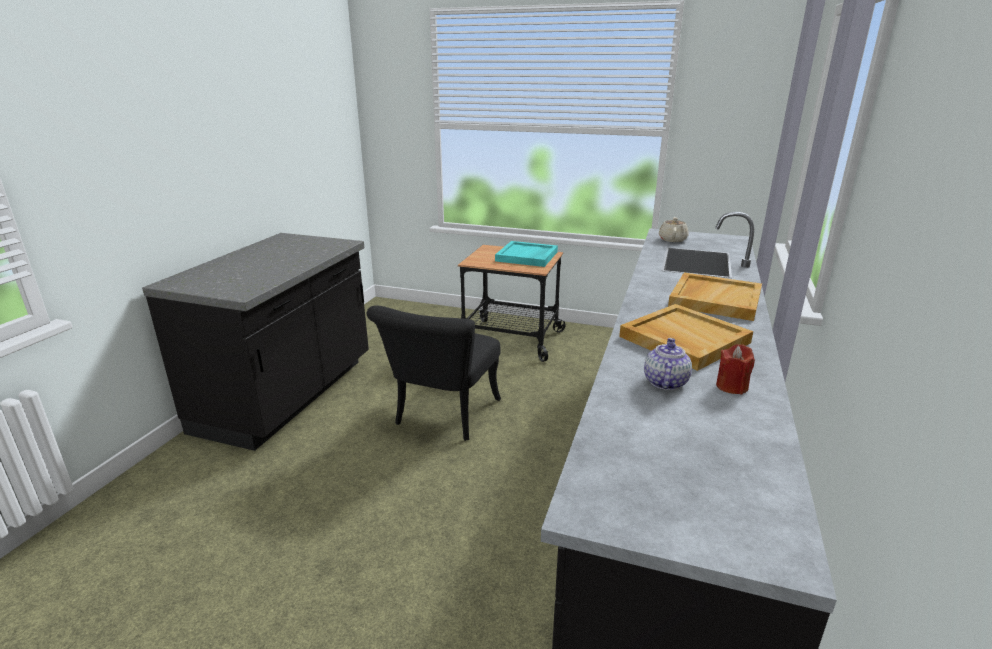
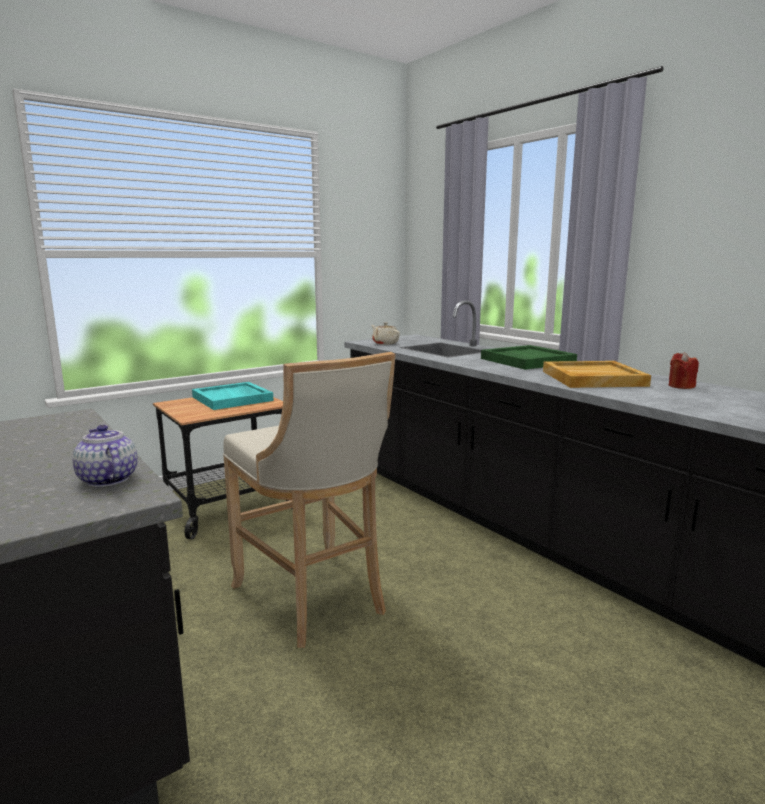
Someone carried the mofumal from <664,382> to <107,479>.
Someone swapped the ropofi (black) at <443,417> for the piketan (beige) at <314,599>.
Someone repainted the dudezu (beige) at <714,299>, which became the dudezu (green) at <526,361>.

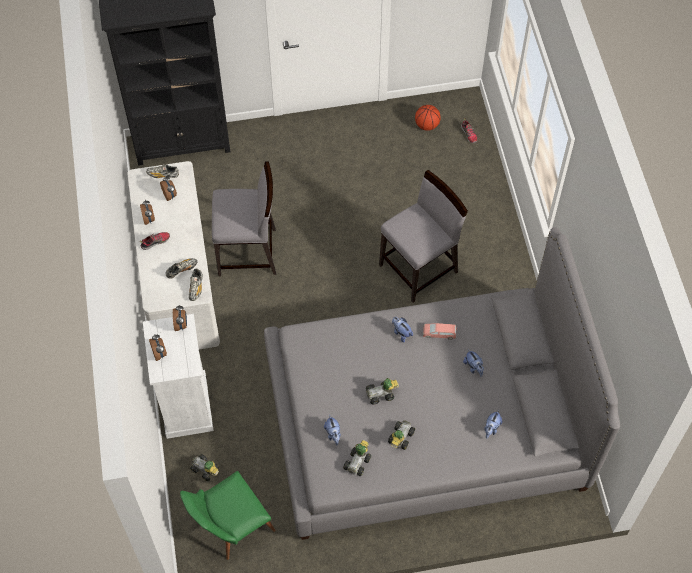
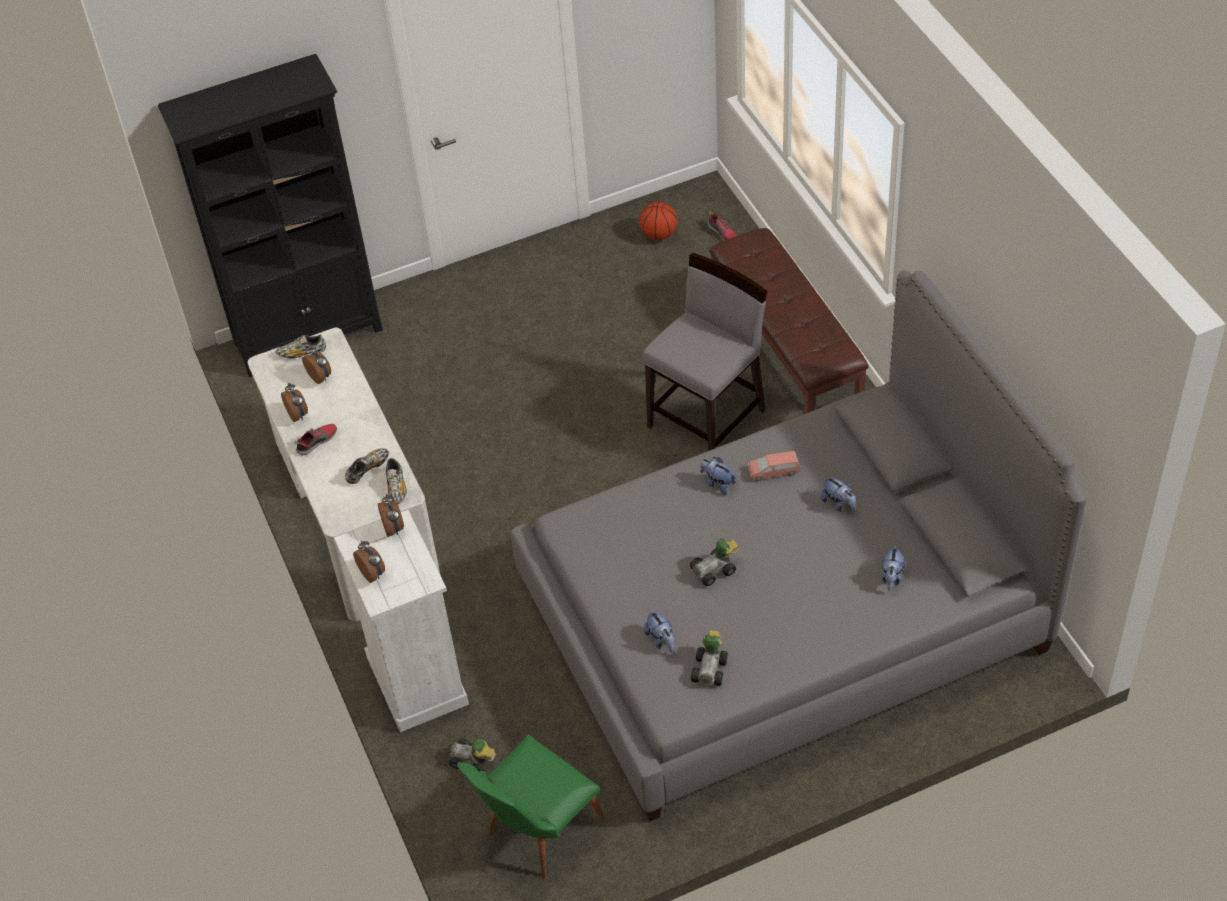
Someone put down the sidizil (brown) at <787,356>.
Someone took away the ropofi (grey) at <248,253>.
Someone took away the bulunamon at <400,438>.

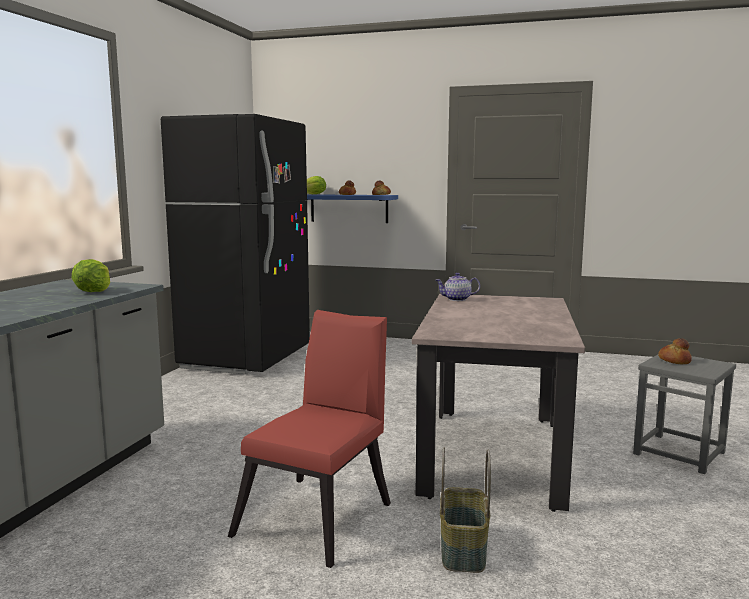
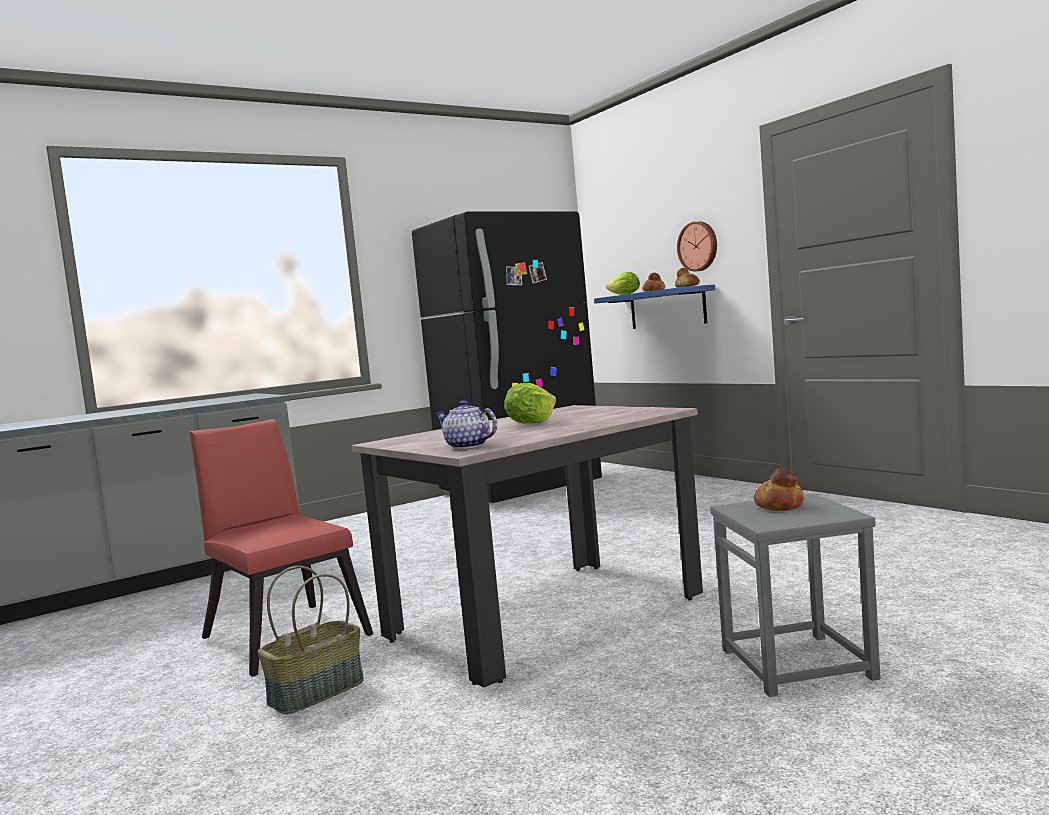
Someone rotated the ropofi (red) at <321,515> by 105 degrees counterclockwise.
Someone carried the mofumal from <457,299> to <466,446>.
Someone carried the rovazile from <93,291> to <531,423>.
Someone put up the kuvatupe at <698,246>.

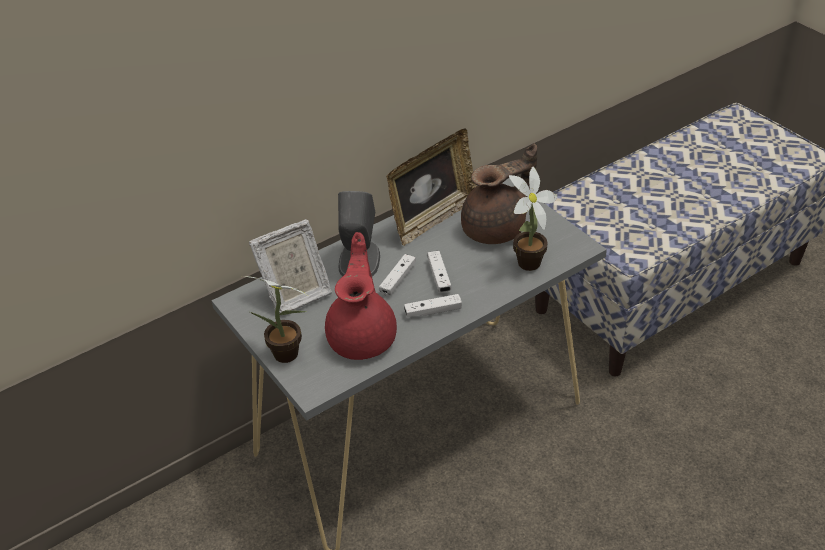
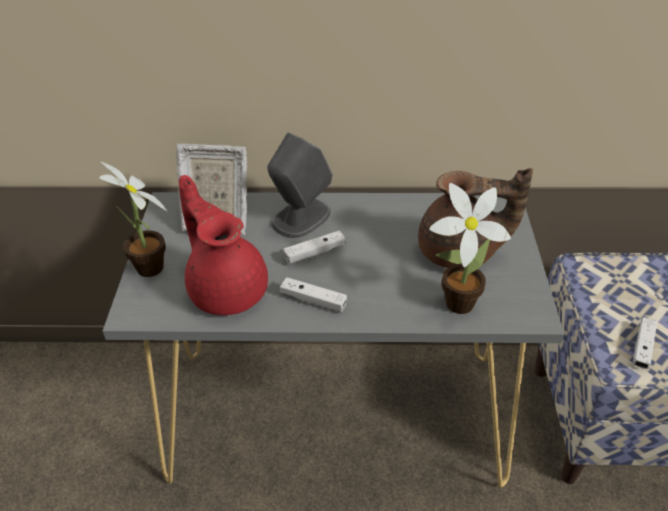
Someone rotated the mofumal (red) at <363,336> by 75 degrees counterclockwise.
Someone carried the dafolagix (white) from <439,277> to <642,348>.
Someone took away the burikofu at <433,218>.

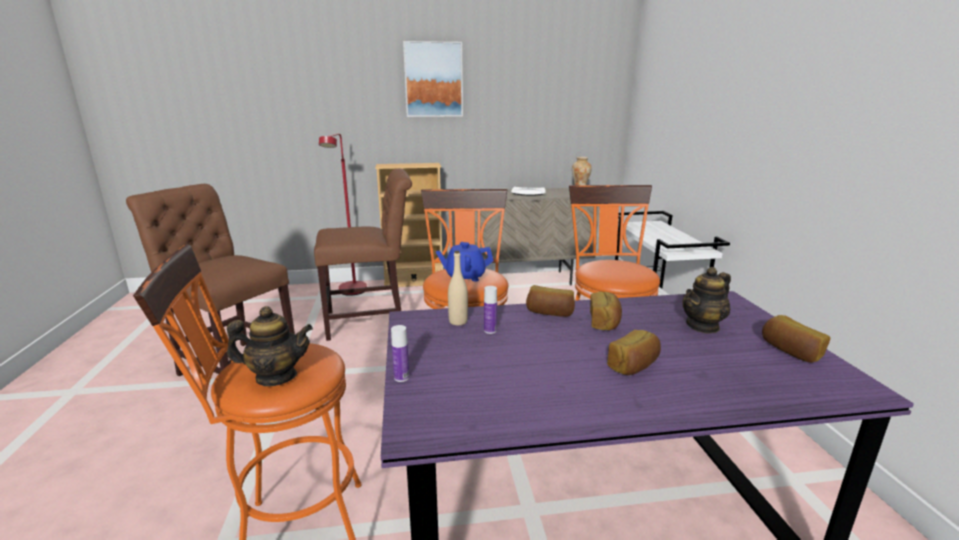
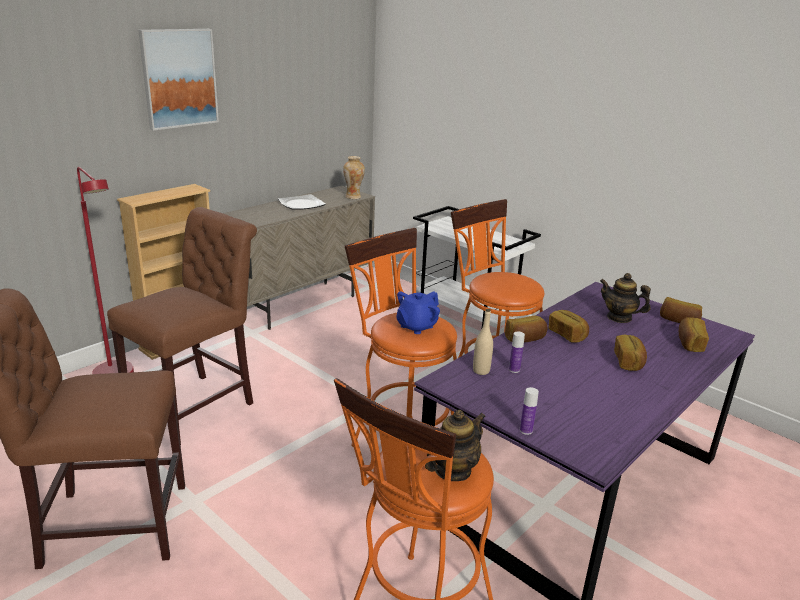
Someone rotated the mofumal at <703,326> by 105 degrees clockwise.
Someone put down the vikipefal at <689,343>.

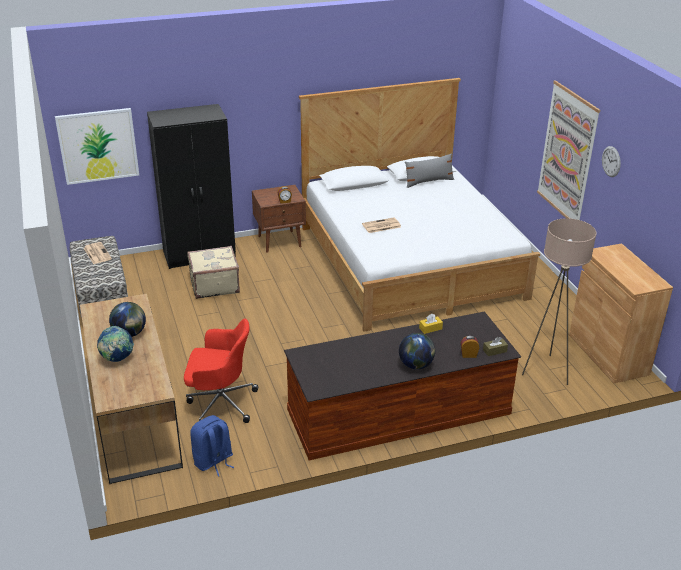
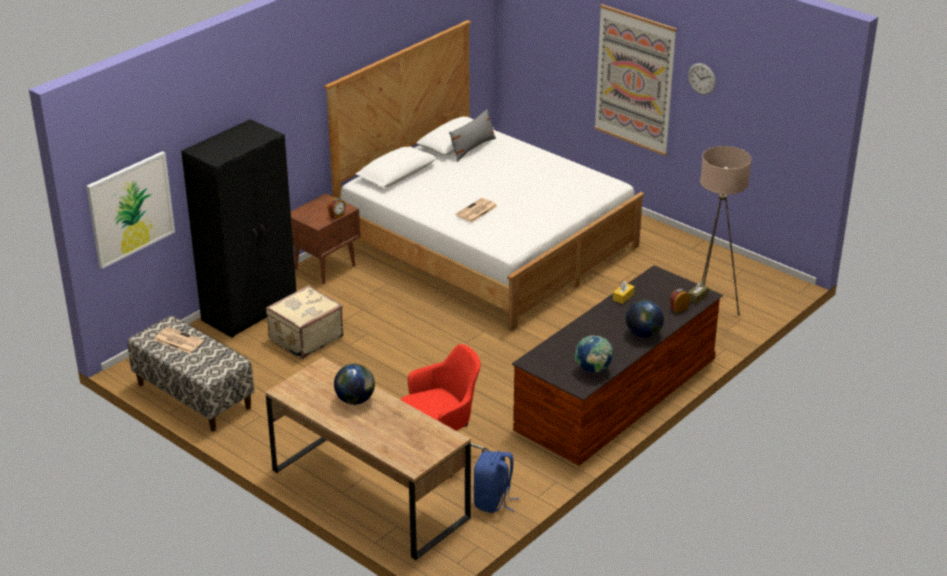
Someone carried the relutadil from <117,359> to <593,370>.
Someone took away the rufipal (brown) at <608,354>.

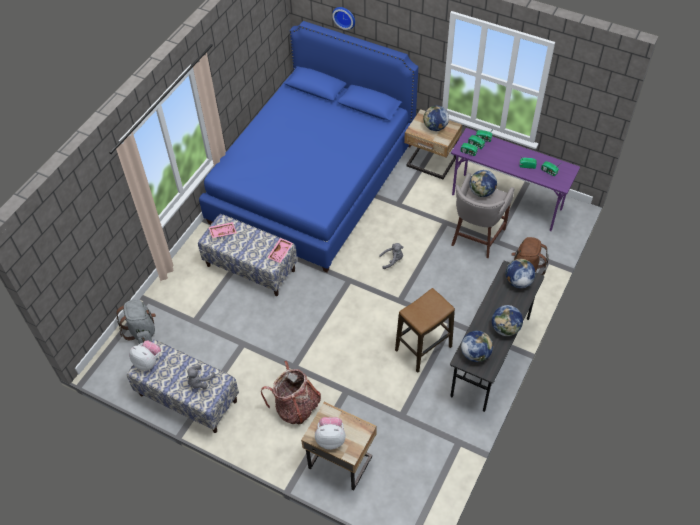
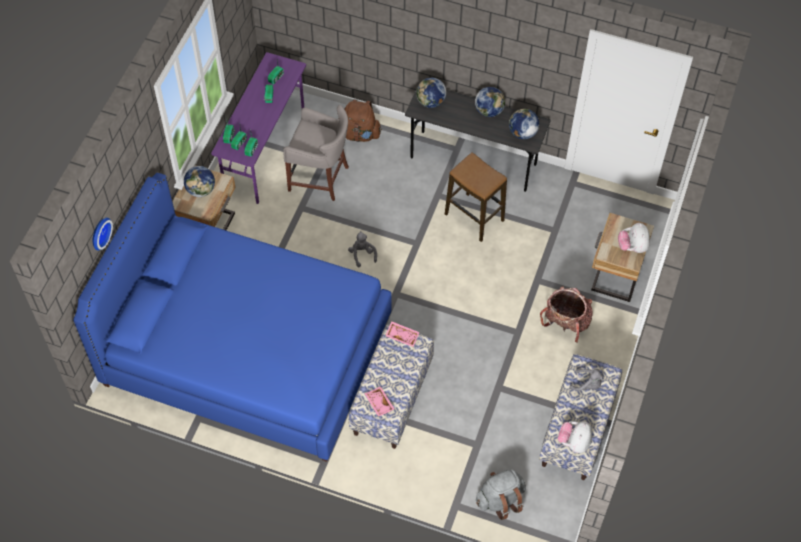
Someone took away the relutadil at <482,192>.

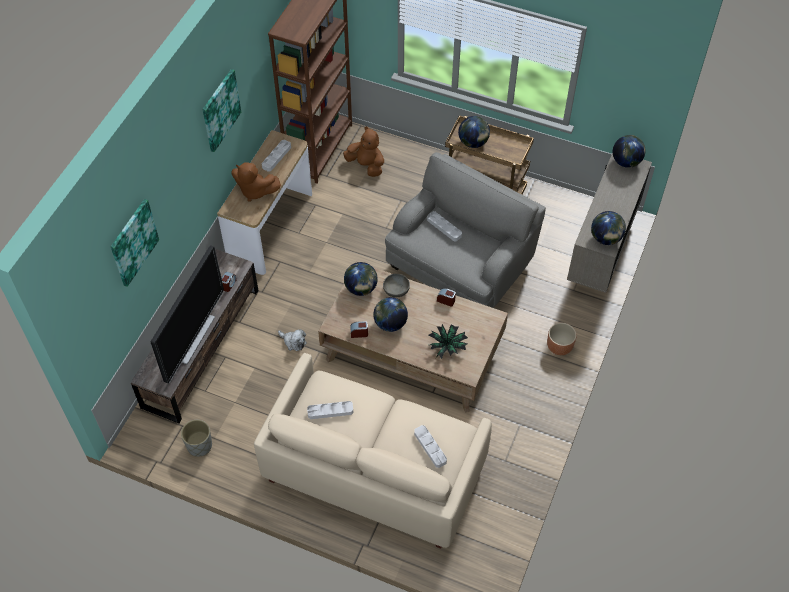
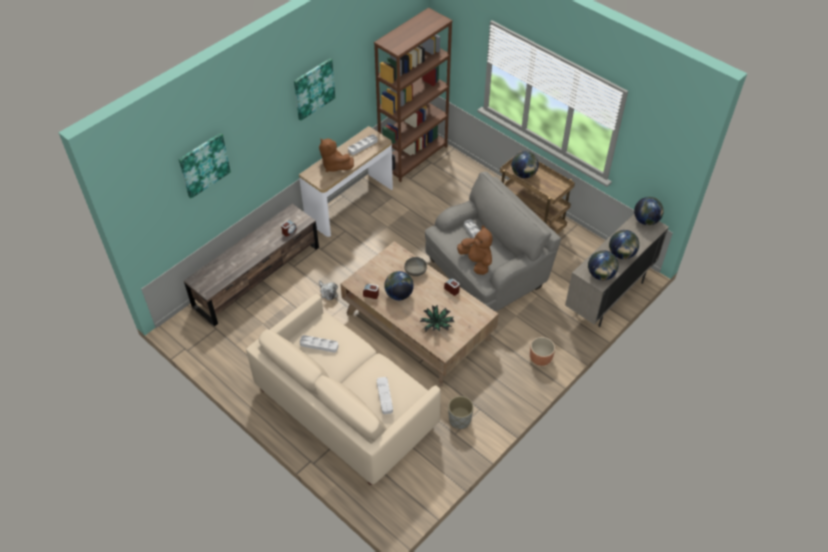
Someone carried the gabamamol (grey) from <199,445> to <459,419>.
Someone carried the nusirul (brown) from <366,165> to <476,262>.
Someone carried the relutadil from <361,288> to <621,254>.
Someone took away the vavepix at <192,337>.

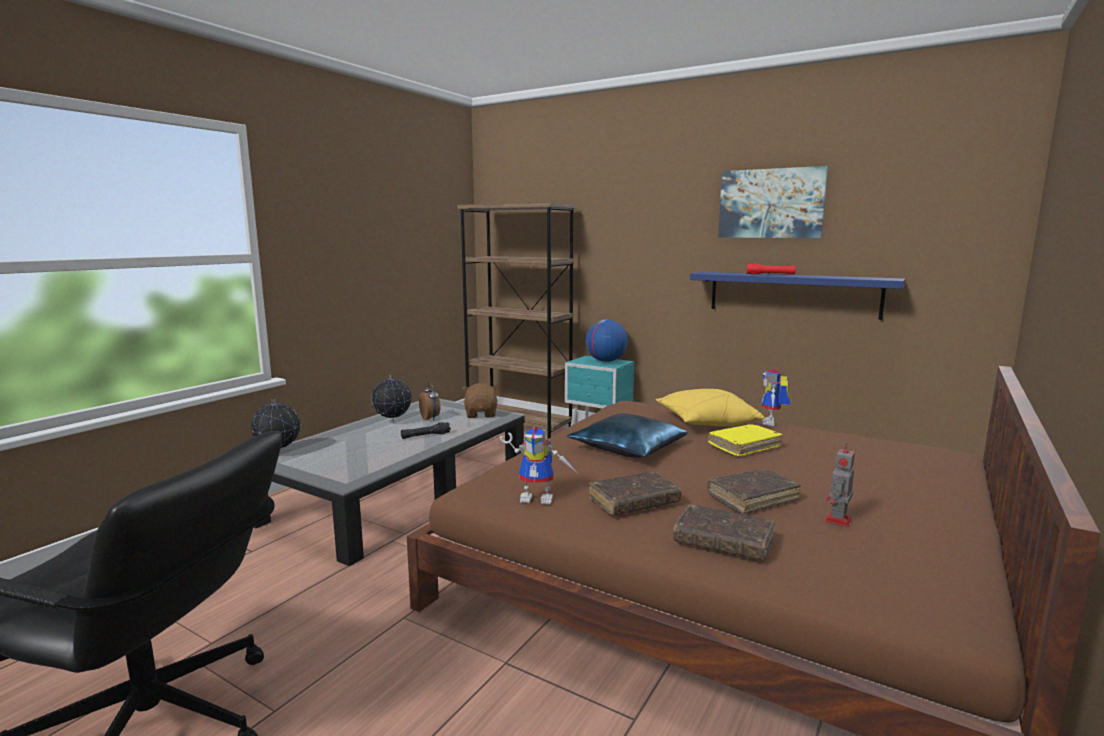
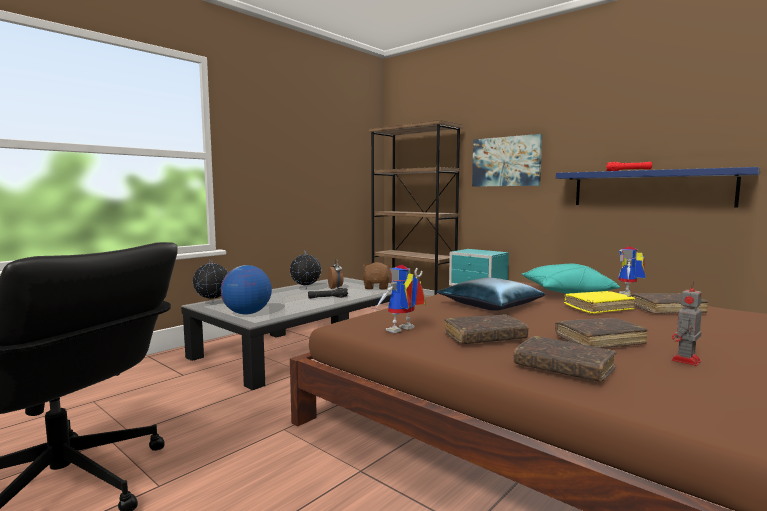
Someone carried the relutadil from <605,361> to <247,313>.
Someone rotated the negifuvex at <540,498> by 120 degrees clockwise.
Someone carried the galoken from <771,203> to <506,161>.
Someone repainted the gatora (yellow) at <706,423>, which became the gatora (turquoise) at <565,293>.
Someone put down the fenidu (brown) at <667,309>.

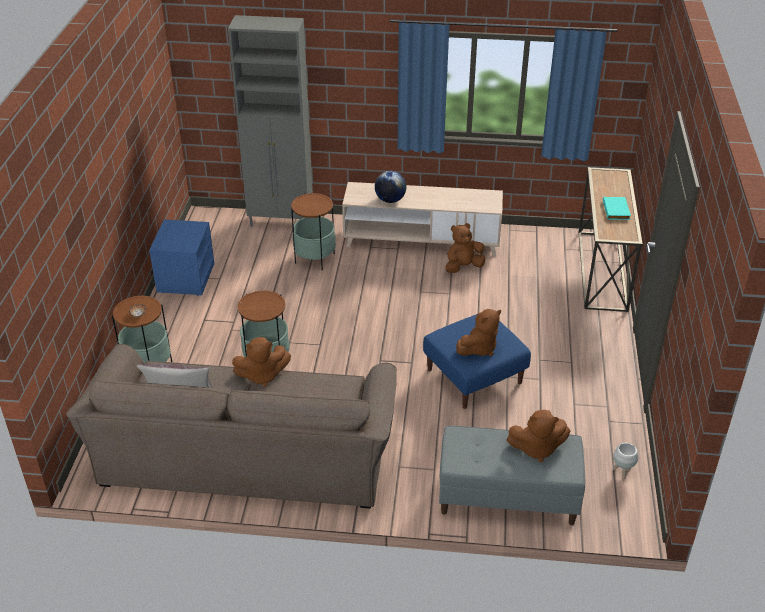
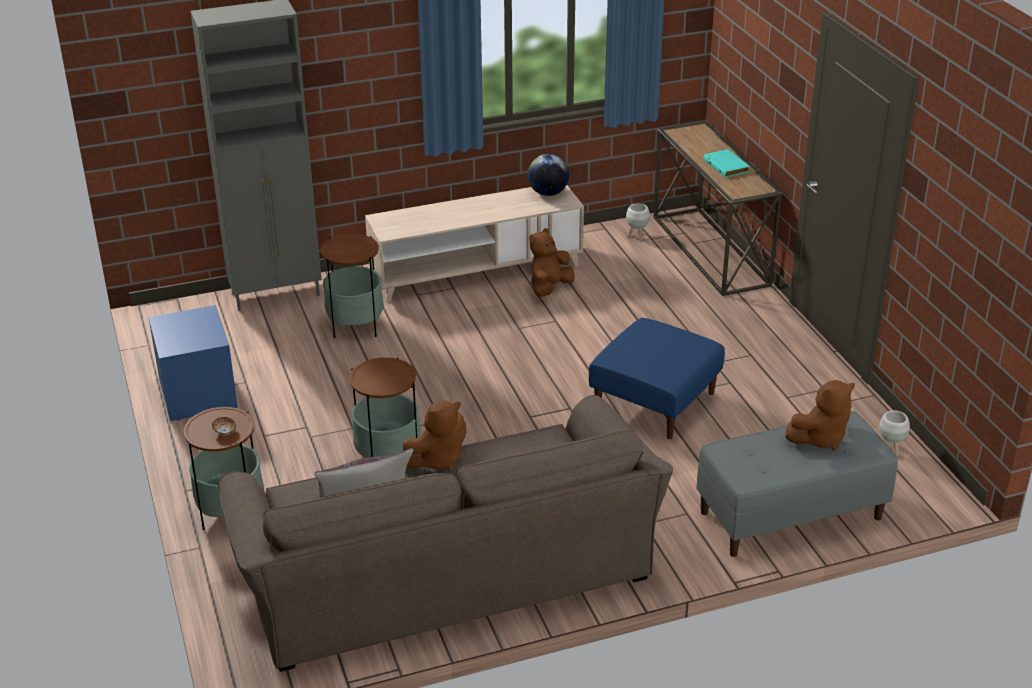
Someone carried the relutadil from <390,200> to <548,193>.
Someone put down the gabamamol (white) at <637,236>.
Someone took away the nusirul (brown) at <479,348>.

